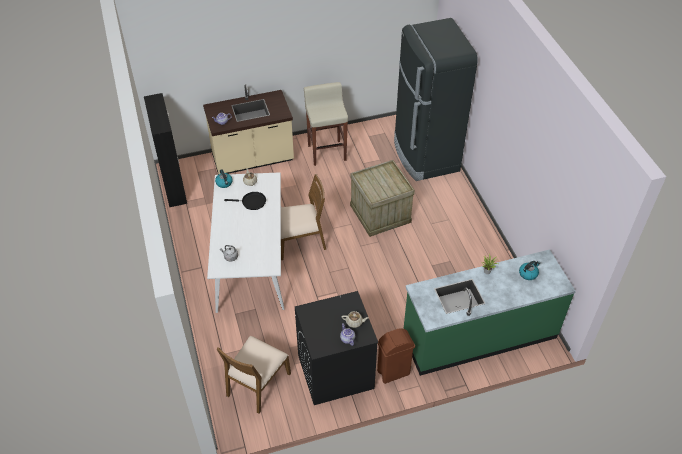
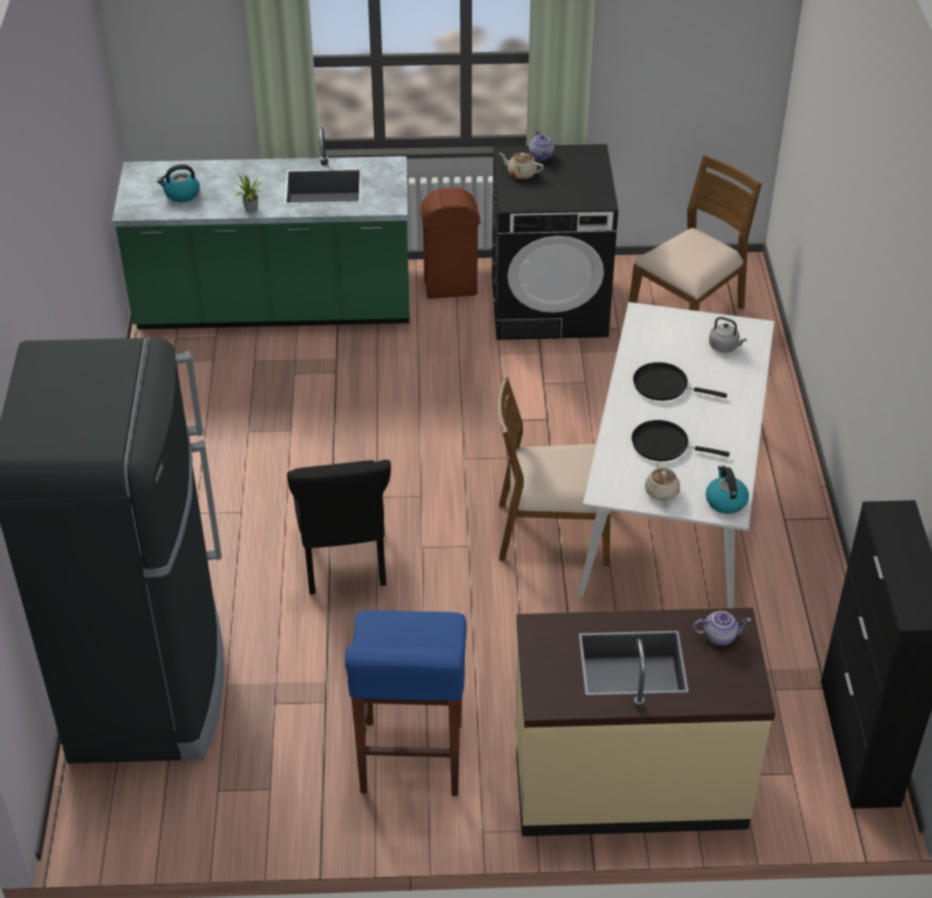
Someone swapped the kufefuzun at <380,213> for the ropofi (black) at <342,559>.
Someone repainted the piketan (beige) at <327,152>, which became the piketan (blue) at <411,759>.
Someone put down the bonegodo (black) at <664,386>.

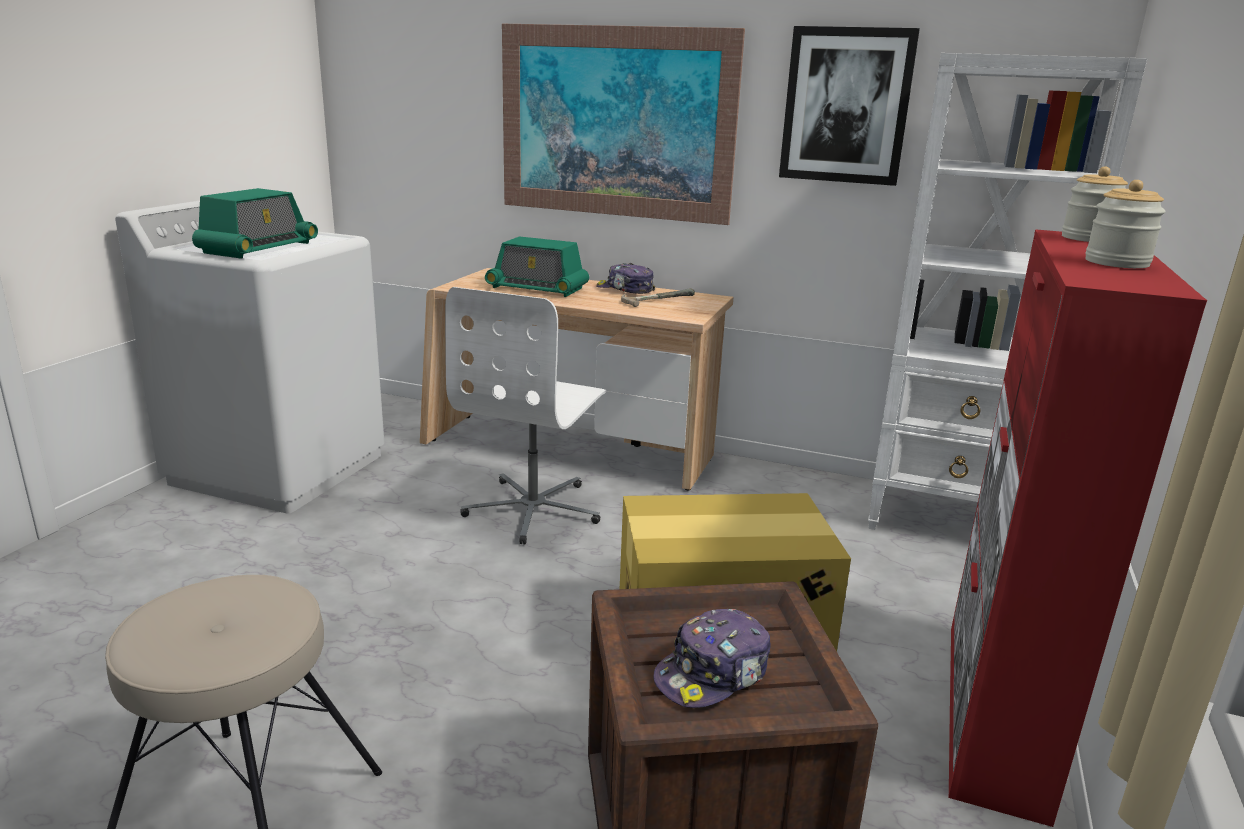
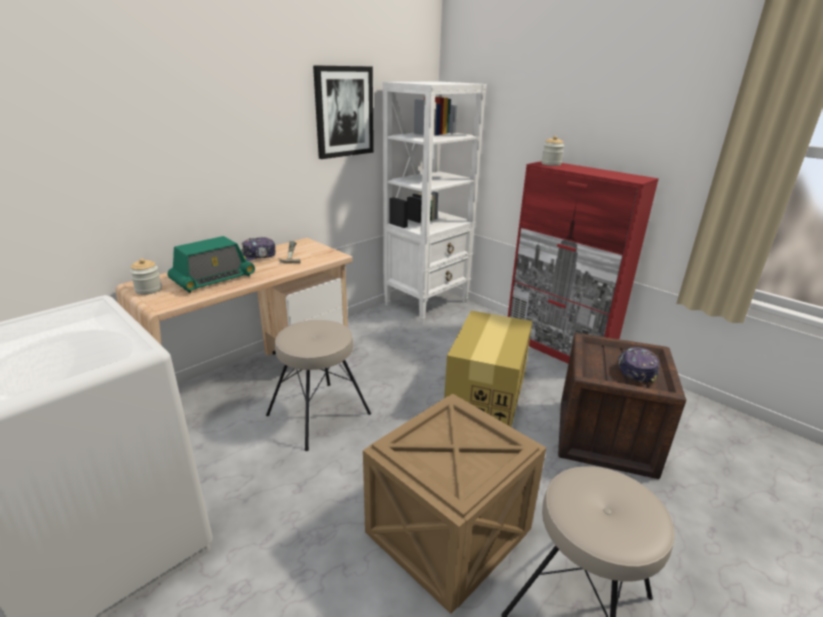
Someone carried the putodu from <1116,263> to <148,290>.
Someone swapped the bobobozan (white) at <534,509> for the piketan (beige) at <319,414>.
Someone put down the kufefuzun at <447,534>.
Someone rotated the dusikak at <713,674> by 150 degrees counterclockwise.
Someone took away the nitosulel at <258,248>.
Someone took away the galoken at <615,123>.

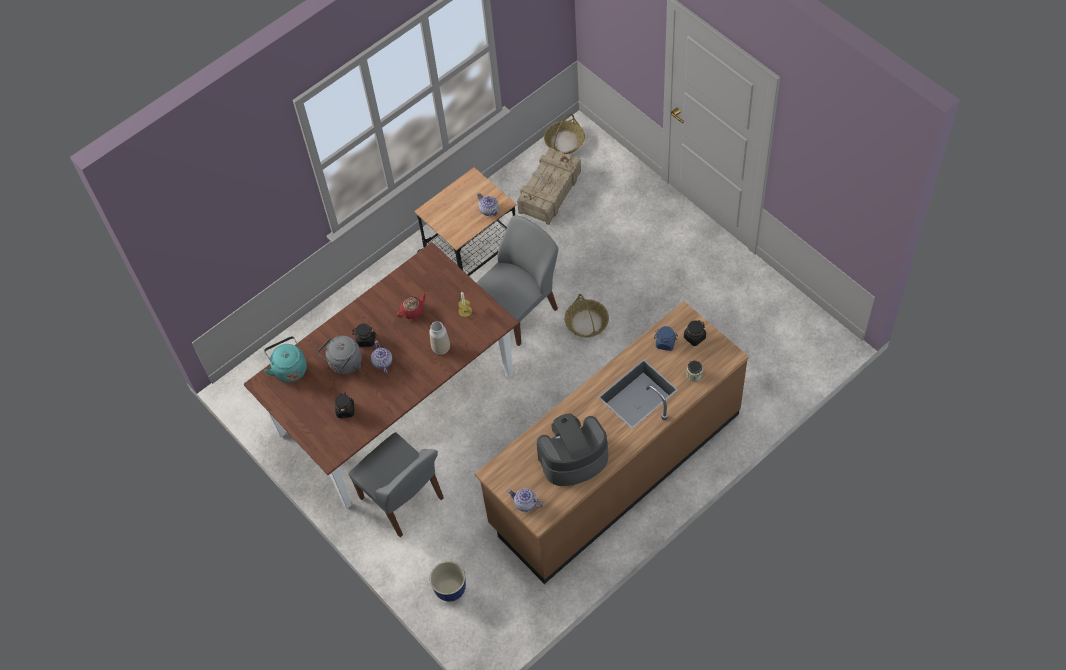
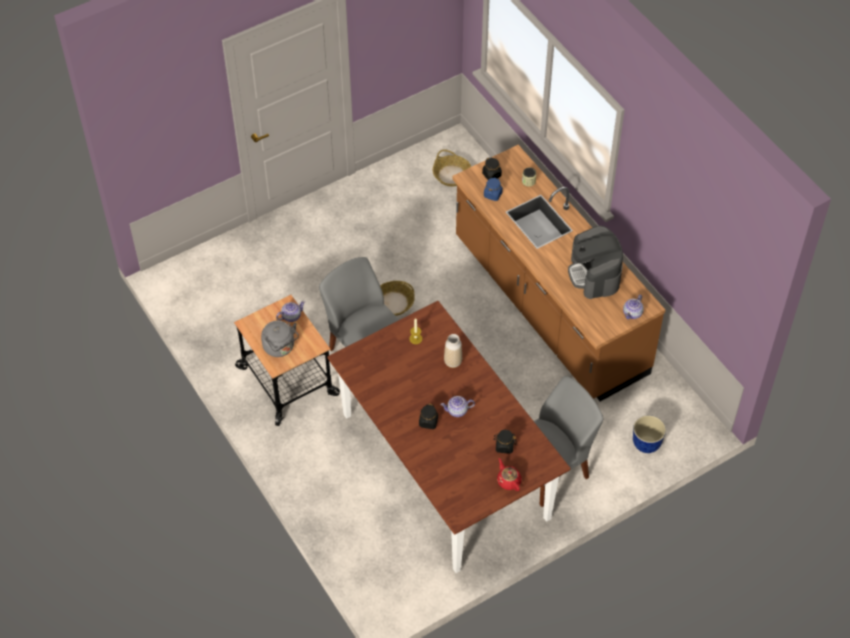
Someone carried the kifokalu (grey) from <344,364> to <280,348>.
Someone carried the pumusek from <564,142> to <452,175>.
Someone carried the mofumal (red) from <413,311> to <508,481>.
Someone took away the kifokalu (turquoise) at <289,368>.
Someone took away the kufefuzun at <549,192>.

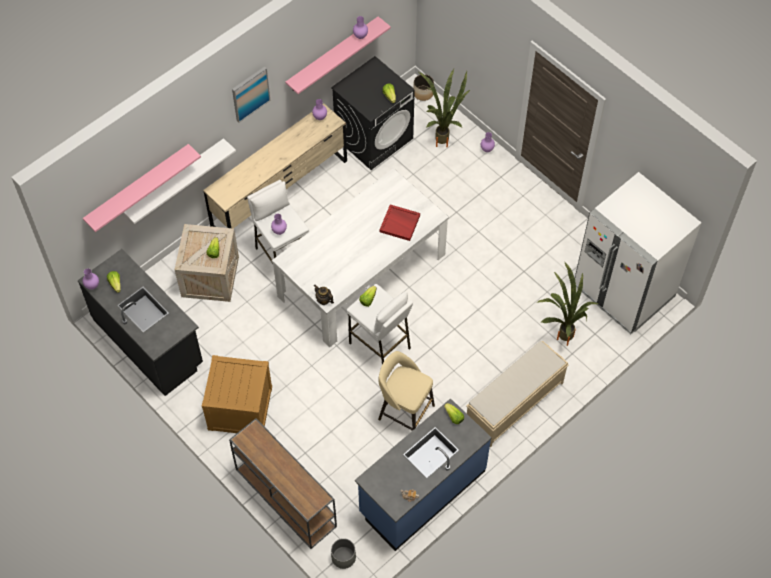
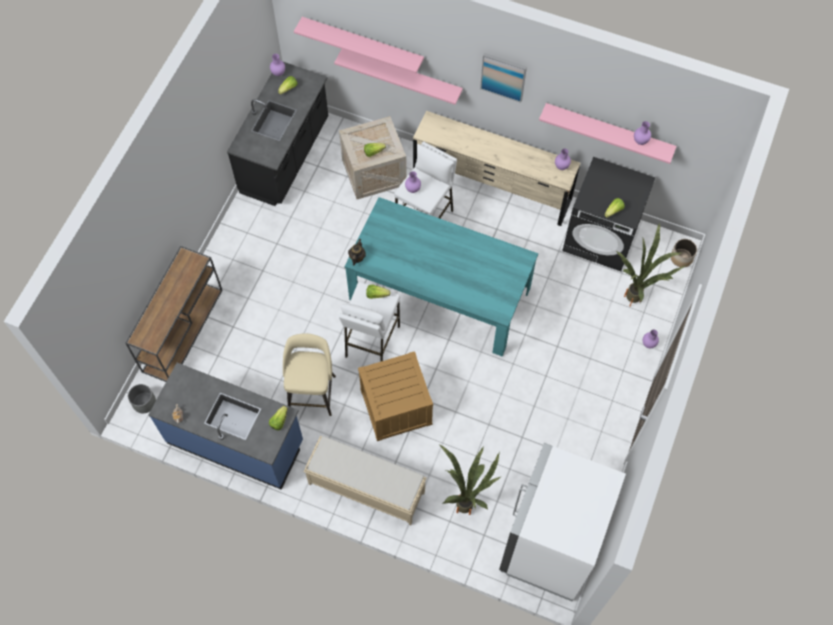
Someone repainted the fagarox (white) at <174,180>, which became the fagarox (pink) at <402,74>.
Someone repainted the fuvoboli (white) at <362,275>, which became the fuvoboli (turquoise) at <440,293>.
Someone carried the kufefuzun from <240,408> to <395,407>.
Someone took away the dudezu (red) at <400,223>.

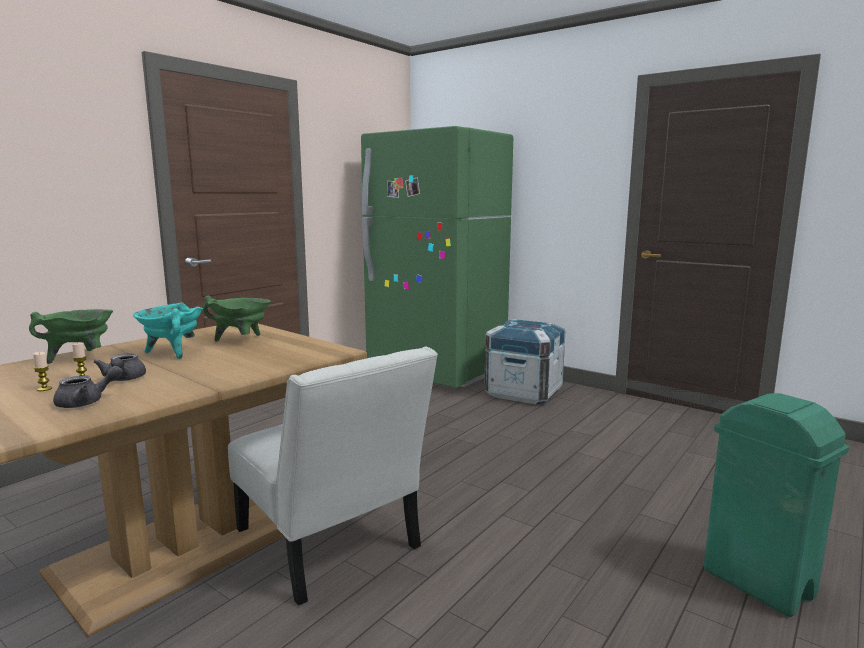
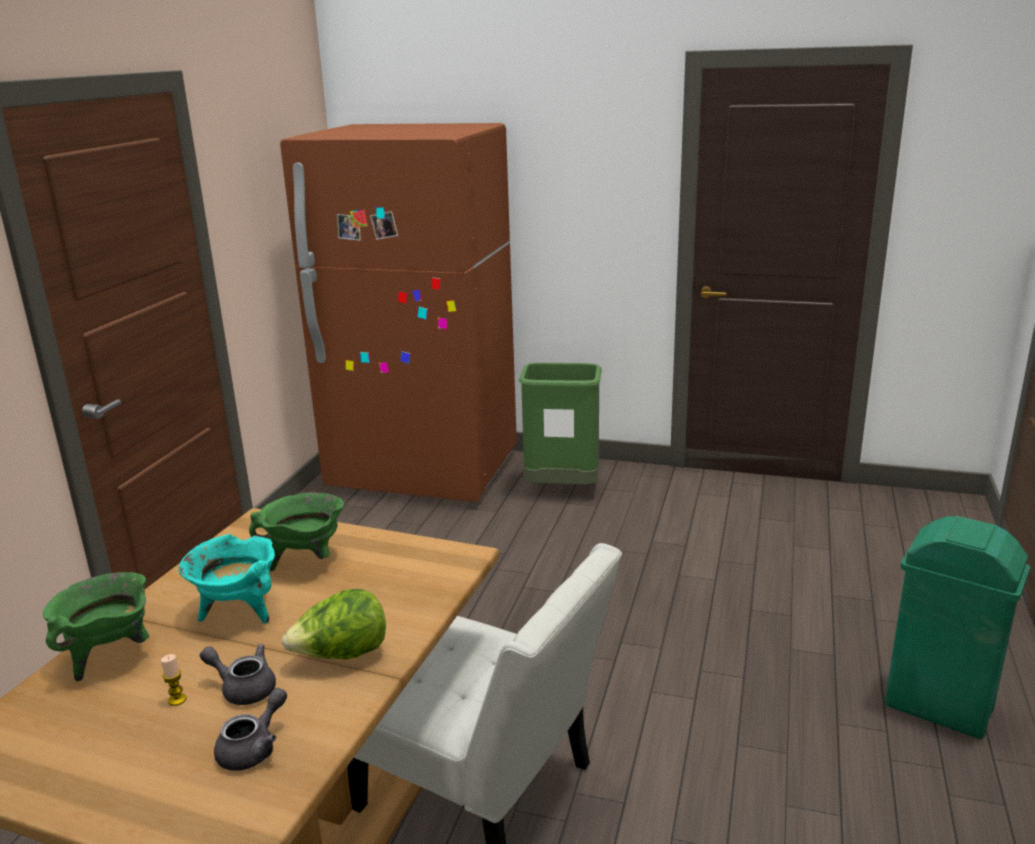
Someone rotated the mofumal (grey) at <123,379> by 150 degrees clockwise.
Someone repainted the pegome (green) at <437,371>, which became the pegome (brown) at <424,472>.
Someone put down the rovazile at <342,656>.
Someone swapped the kufefuzun at <523,392> for the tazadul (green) at <562,489>.
Someone took away the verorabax at <44,389>.

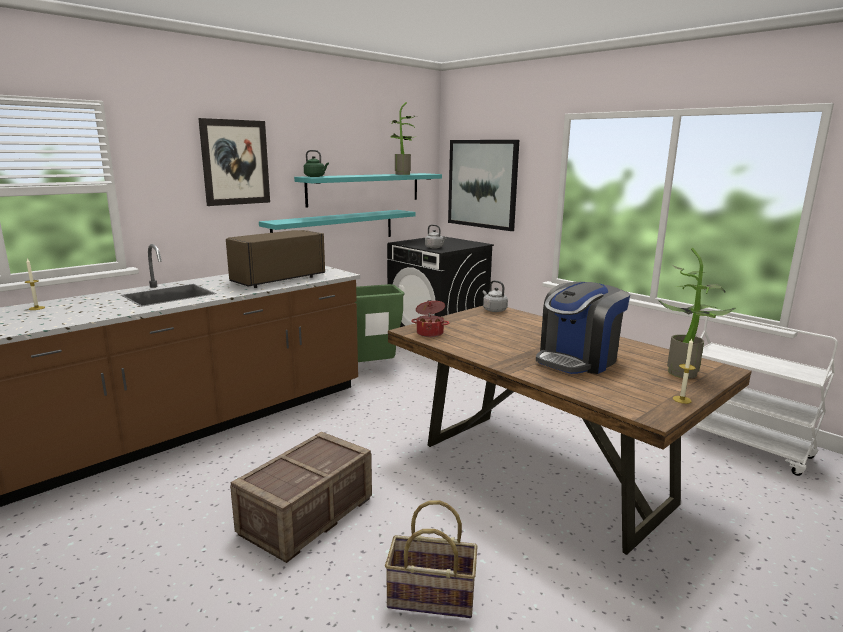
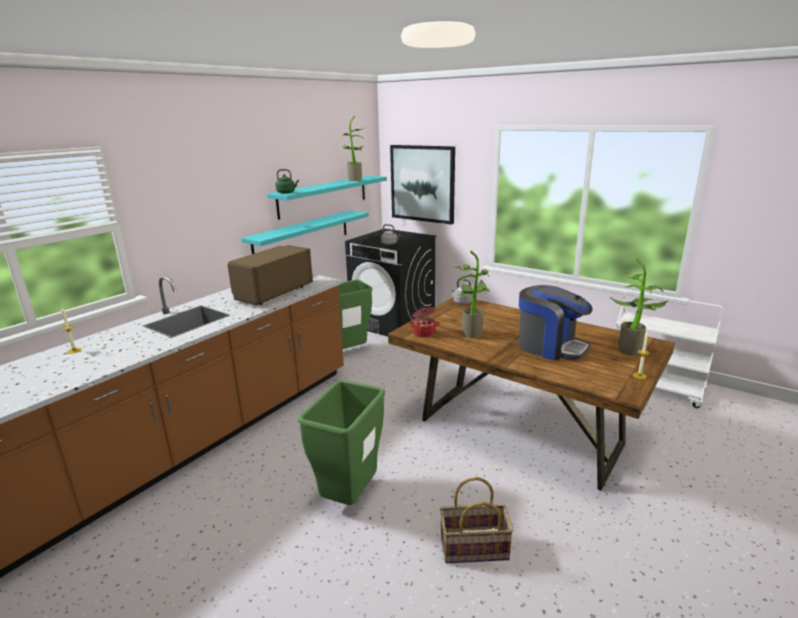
Someone swapped the kufefuzun at <306,515> for the tazadul (green) at <350,496>.
Someone put down the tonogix at <471,333>.
Someone rotated the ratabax at <577,360> by 90 degrees counterclockwise.
Someone took away the galoken at <235,162>.

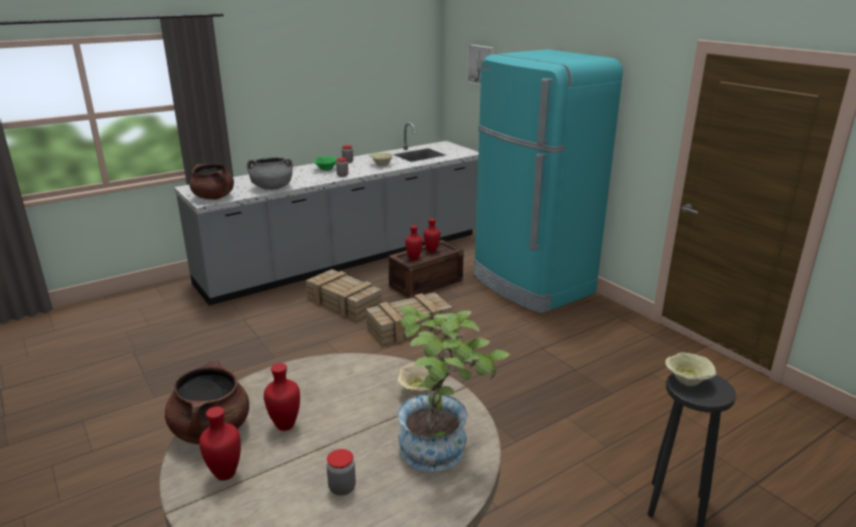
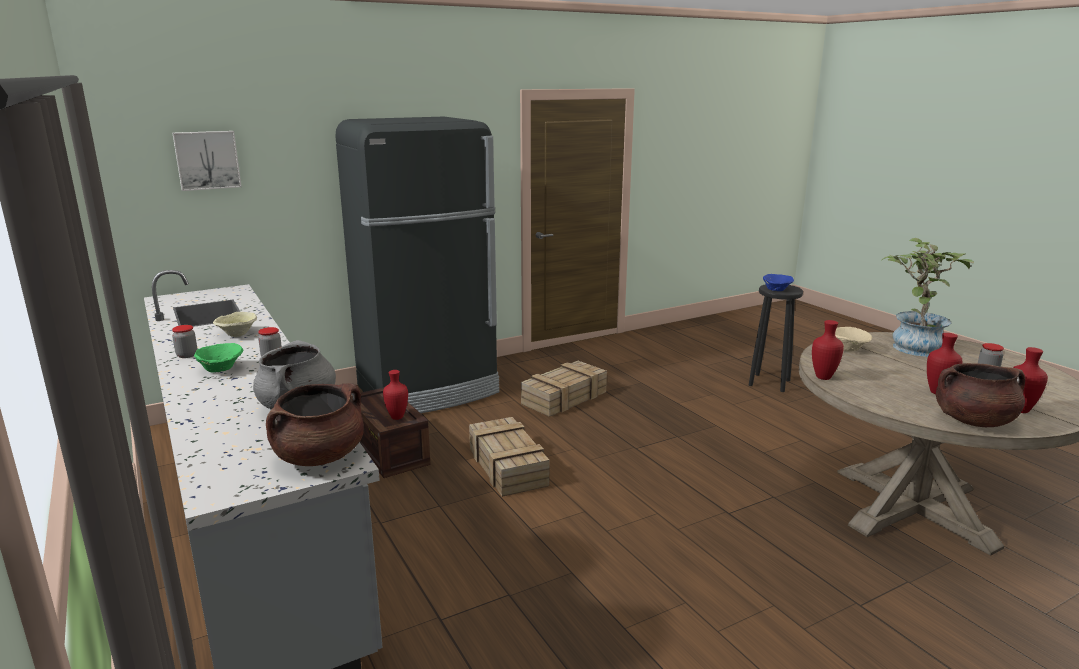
Someone repainted the pegome (turquoise) at <531,285>, which became the pegome (black) at <429,390>.
Someone carried the kufefuzun from <345,303> to <564,397>.
Someone repainted the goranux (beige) at <687,381>, which became the goranux (blue) at <777,290>.
Someone carried the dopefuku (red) from <432,251> to <823,377>.

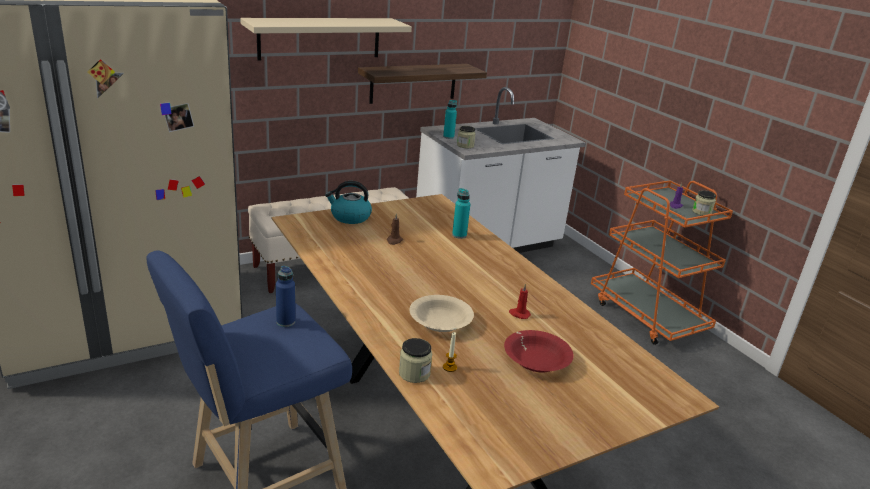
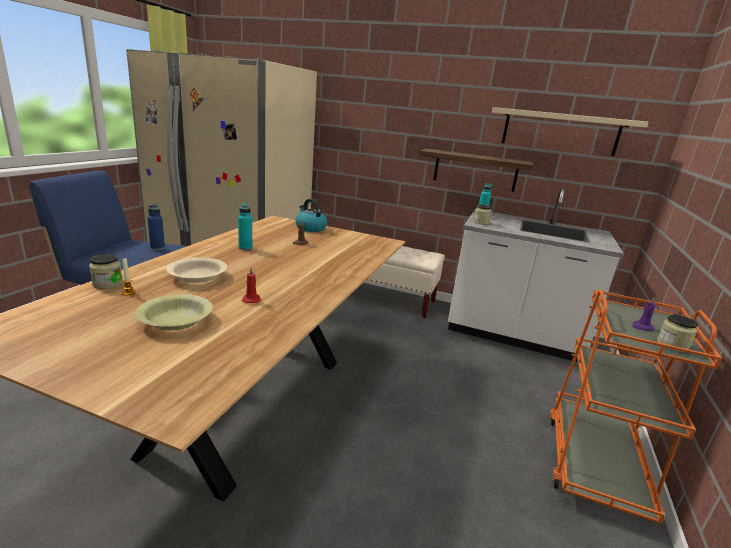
Someone repainted the goranux (red) at <536,360>, which became the goranux (yellow) at <176,321>.
Someone carried the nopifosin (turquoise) from <459,235> to <245,248>.
Someone carried the fagarox (beige) from <320,38> to <560,132>.

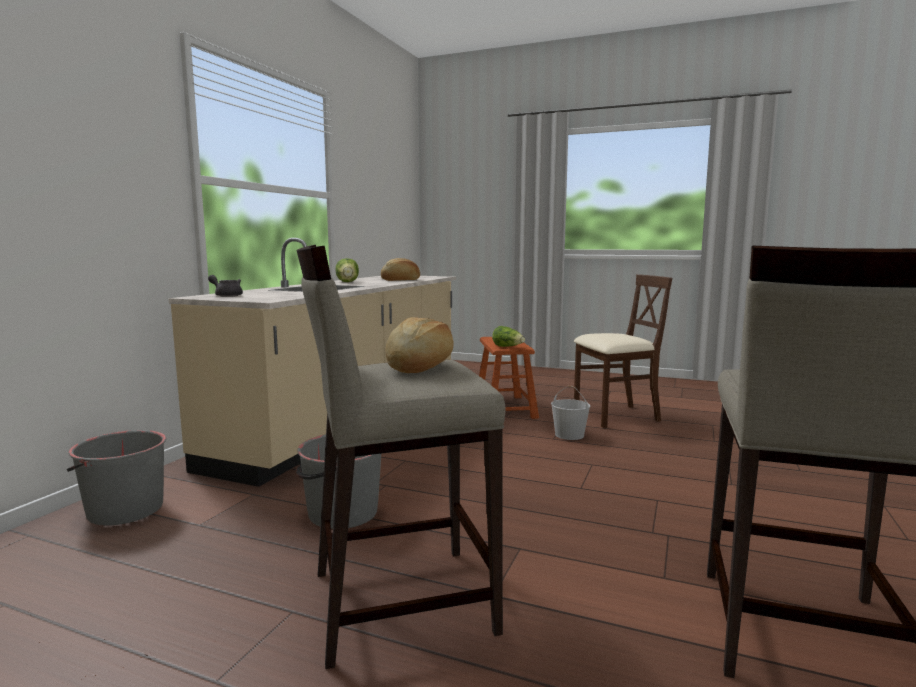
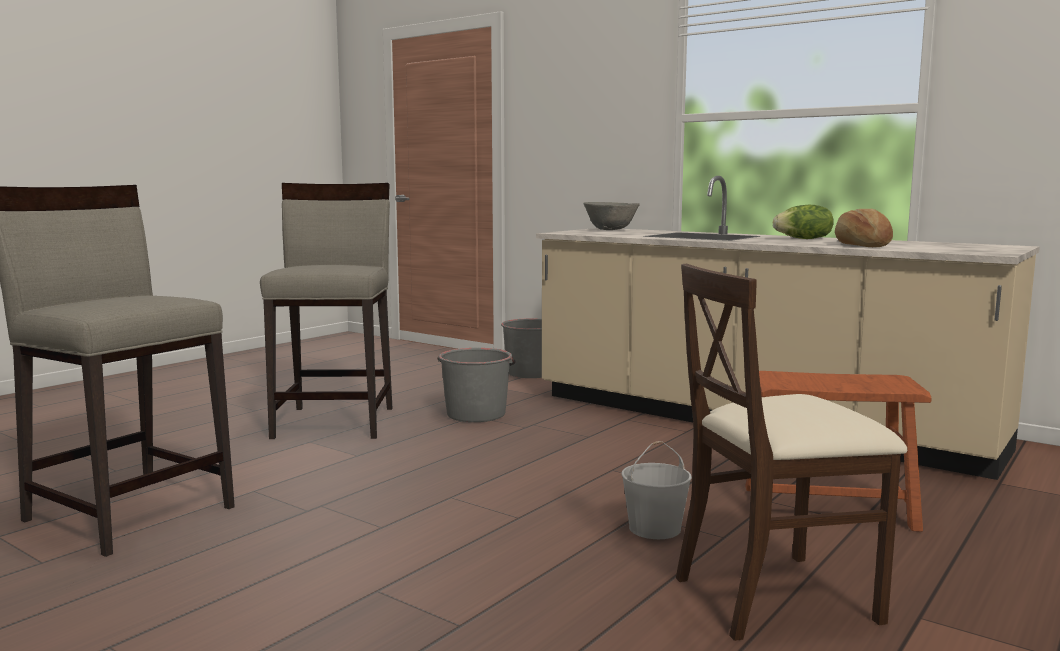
Someone swapped the mofumal (grey) at <226,295> for the goranux (grey) at <610,230>.
Someone rotated the ropofi (beige) at <615,416> by 75 degrees clockwise.
Someone took away the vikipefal at <419,366>.
Someone took away the rovazile at <508,347>.

